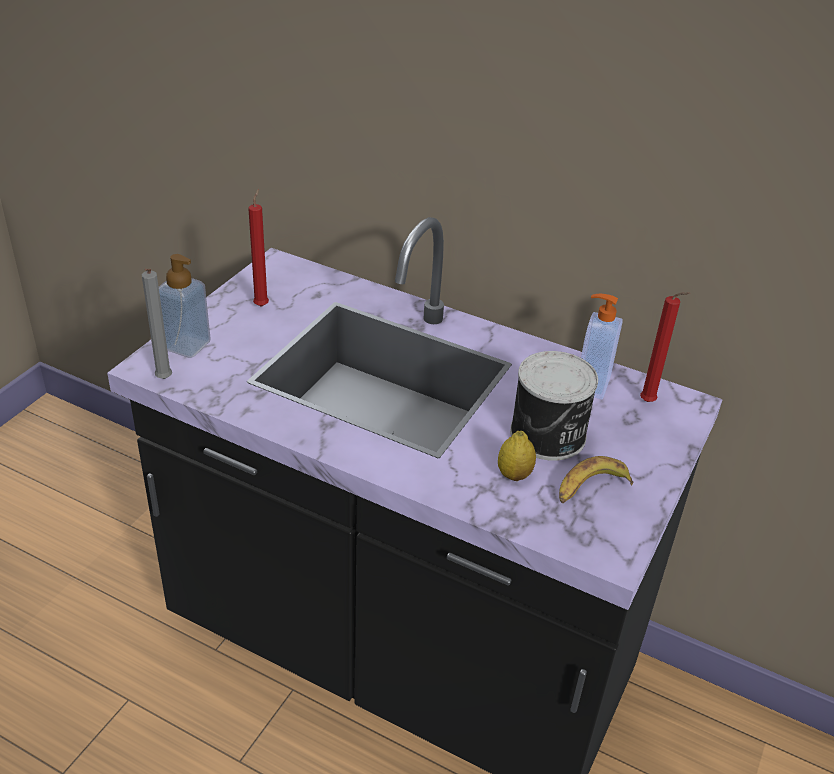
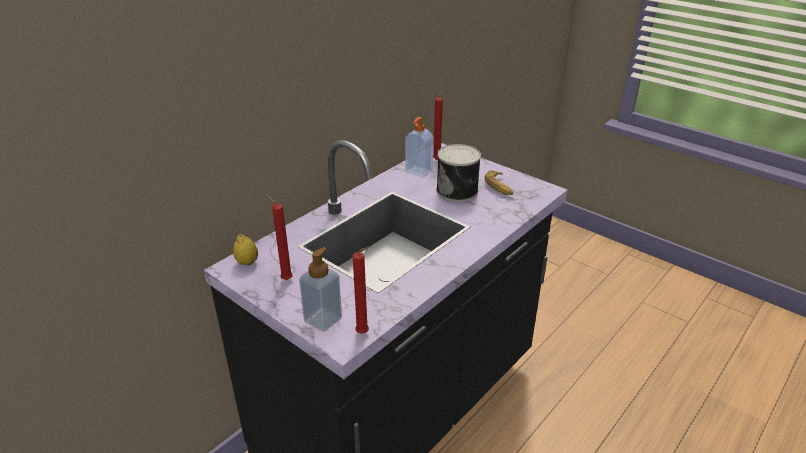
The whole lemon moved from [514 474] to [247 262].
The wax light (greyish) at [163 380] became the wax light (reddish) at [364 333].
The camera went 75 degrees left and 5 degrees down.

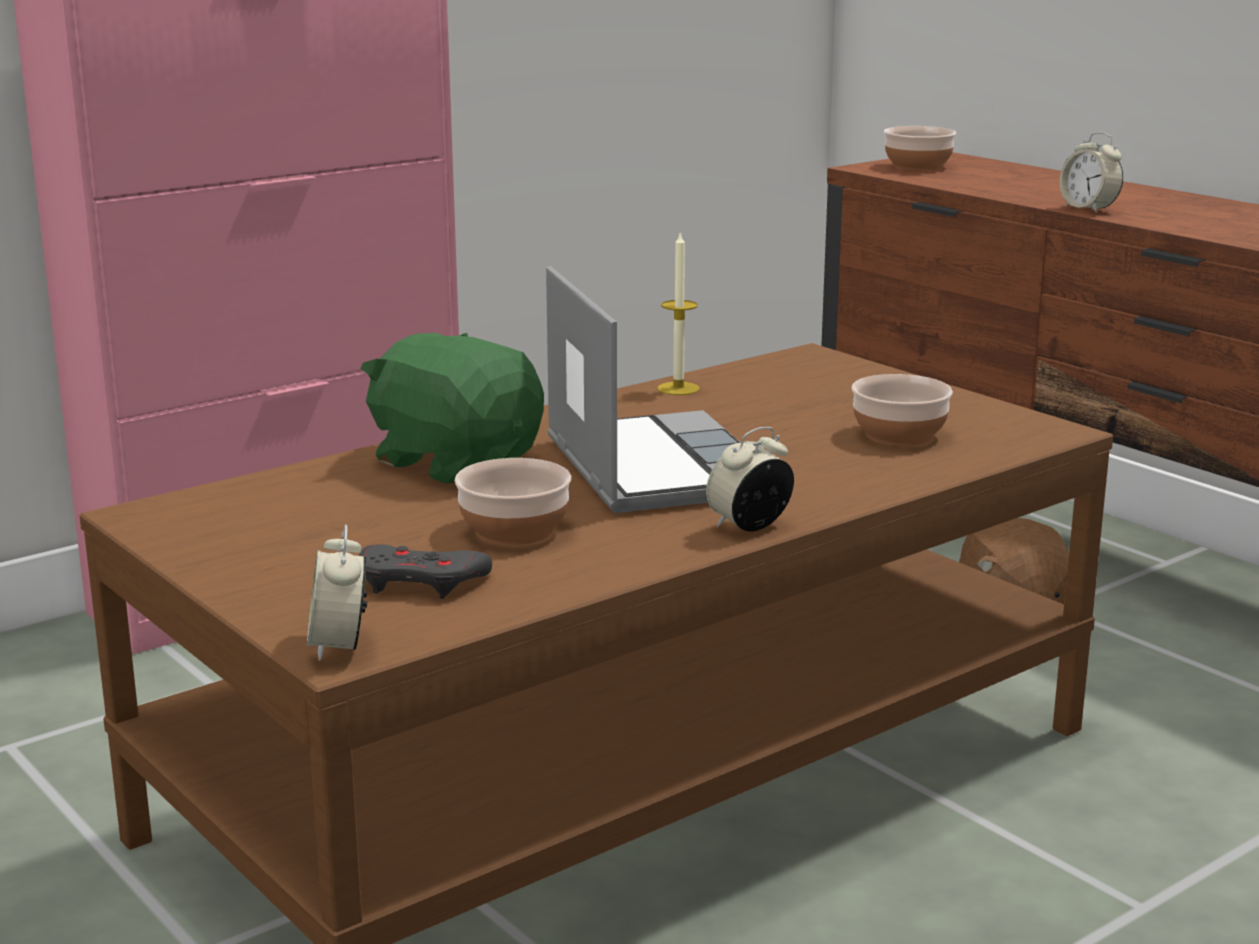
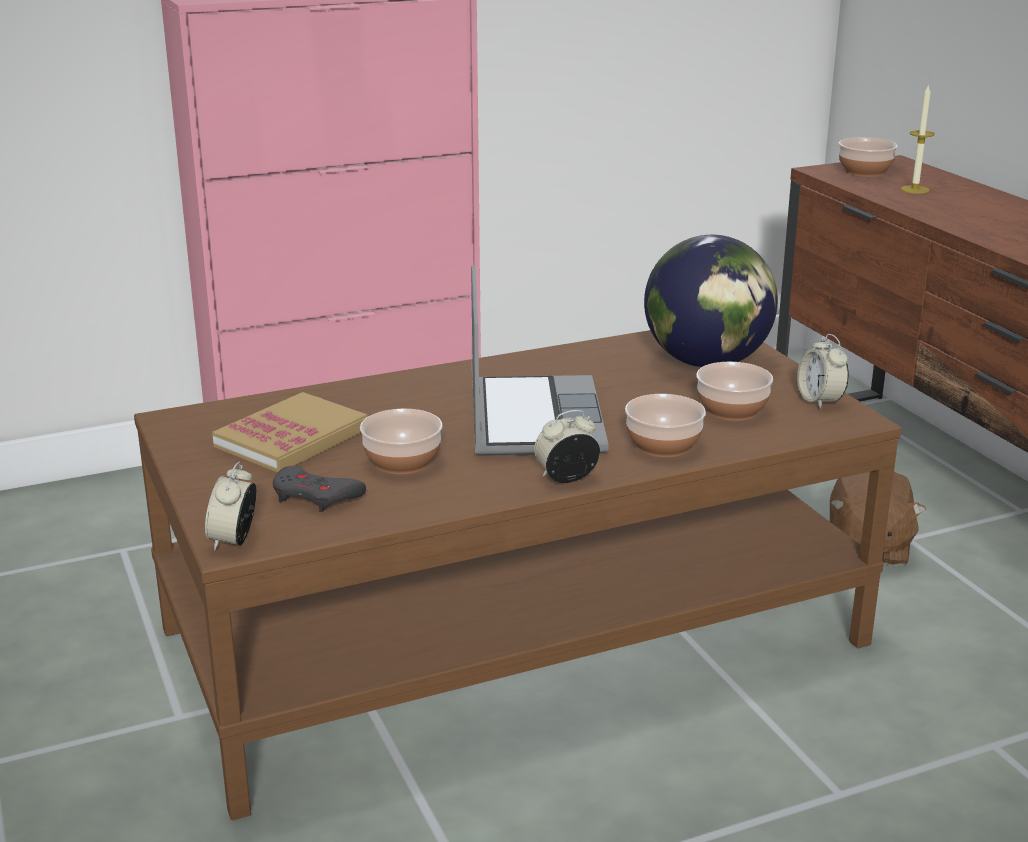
The soft toy (greenish) at [455 460] disappeared.
The bound book at [292 438] appeared.
The serving bowl at [663 444] appeared.
The globe at [706 363] appeared.
The wax light moved from [678 389] to [915 189].
The bedside clock moved from [1088 209] to [820 401].
The camera went 15 degrees right and 5 degrees up.

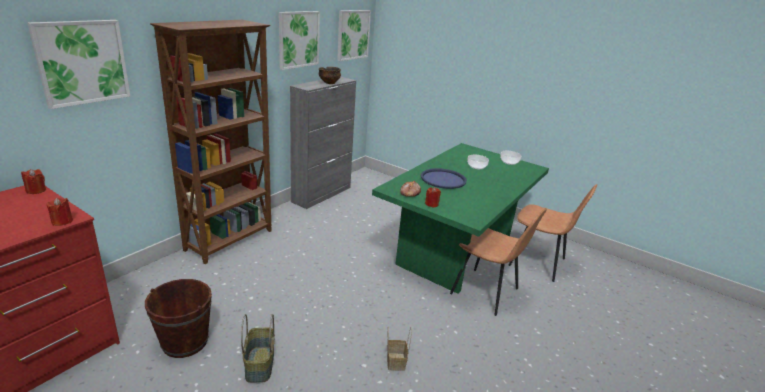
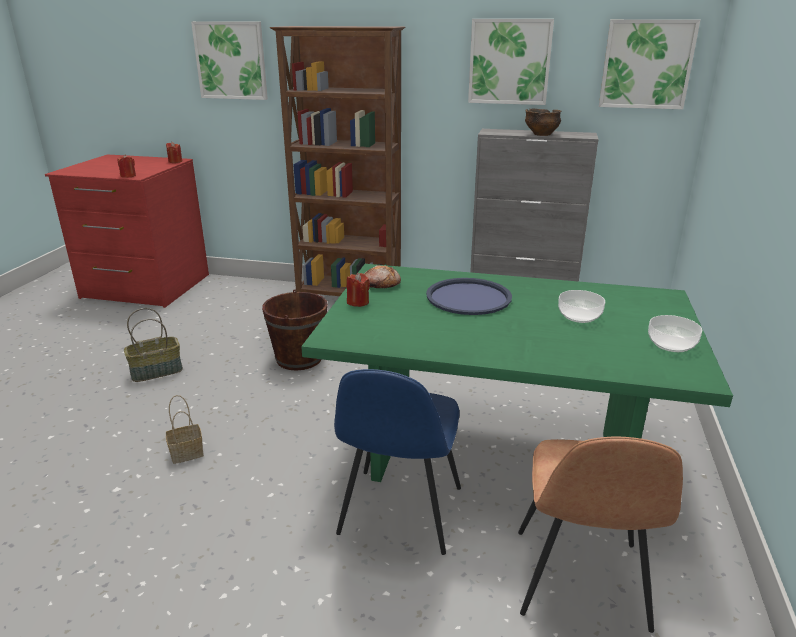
The bucket (brown-coloured) moved from [185 342] to [299 358].
The chair (brown-coloured) at [486 292] became the chair (blue) at [400 513].
The camera went 70 degrees right and 0 degrees up.

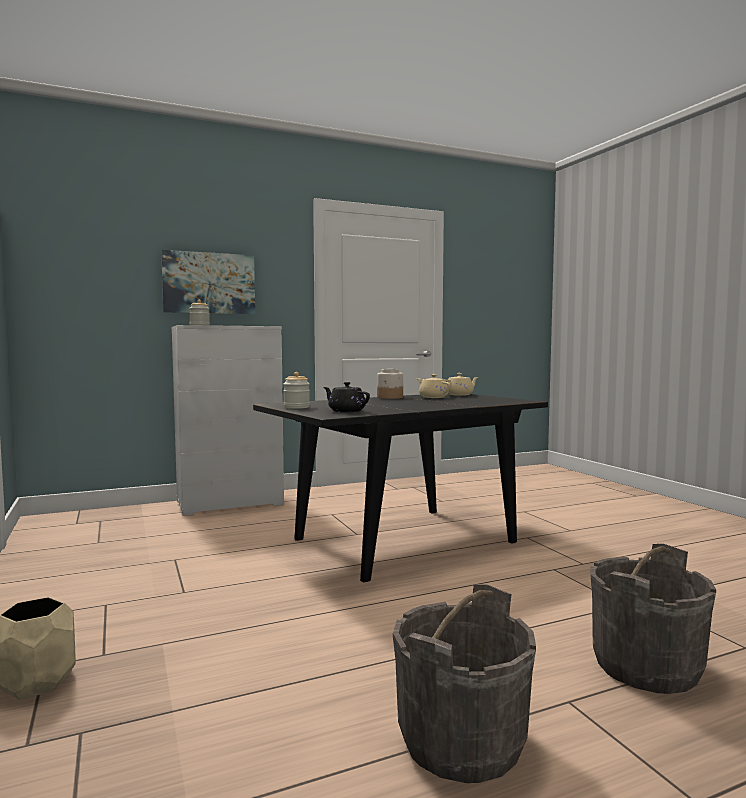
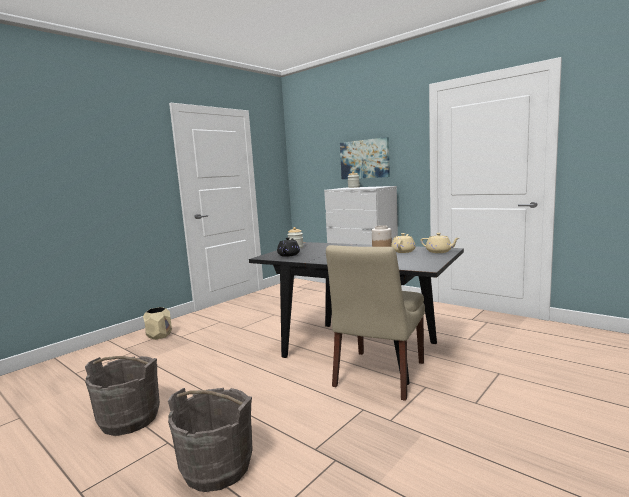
The chair (sand-coloured) at [378 376] appeared.
The camera went 65 degrees right and 5 degrees up.

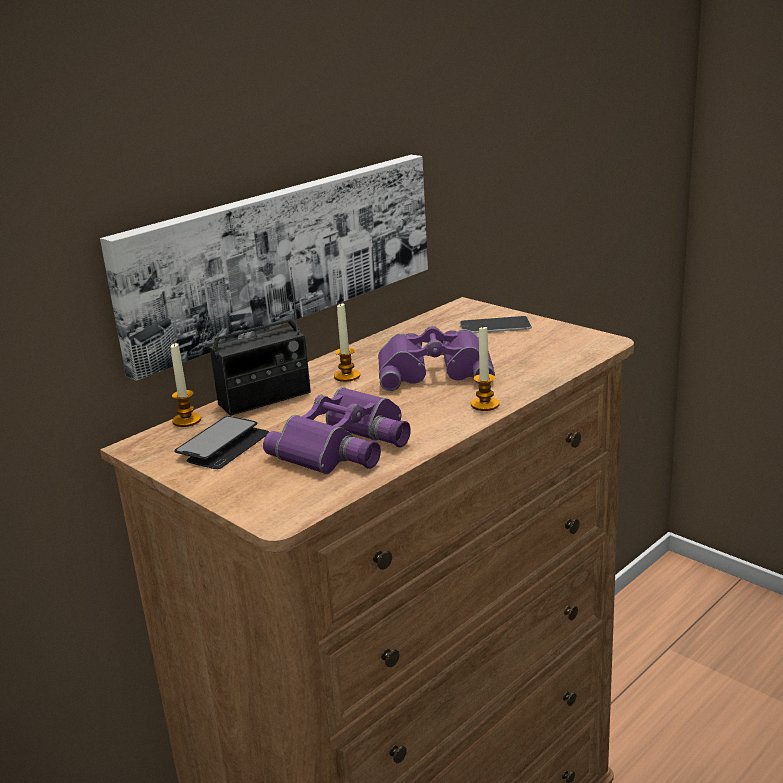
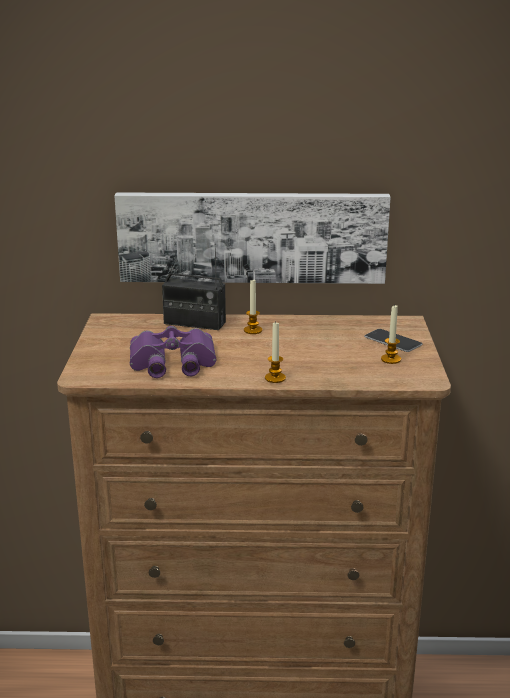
The telephone at [223 445] disappeared.
The field glasses (purplish) at [435 370] disappeared.
The wax light moved from [187 420] to [391 359].
The camera went 45 degrees right and 0 degrees up.

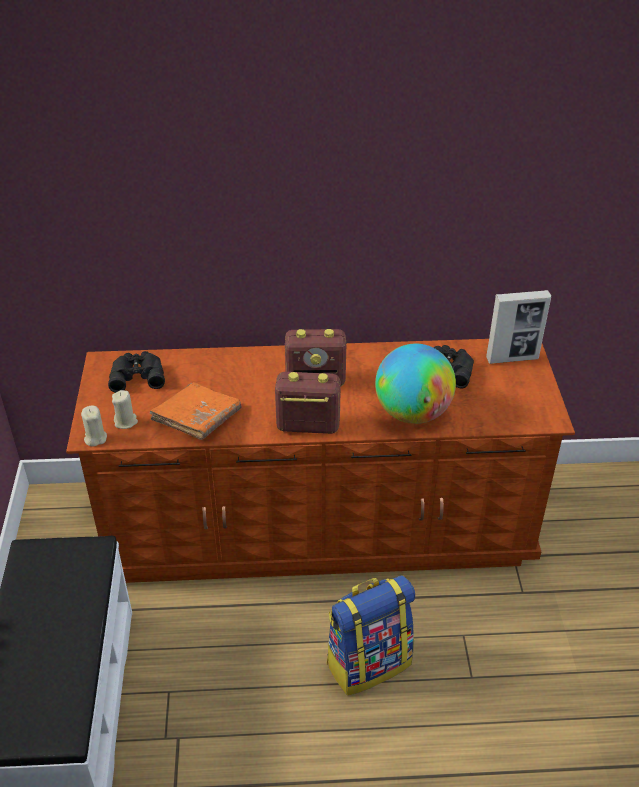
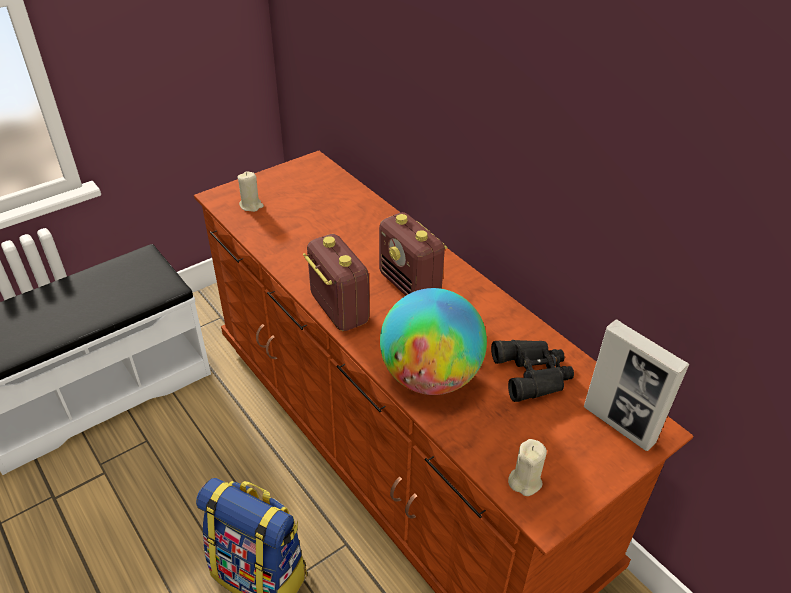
The field glasses (black) at [137 375] disappeared.
The bound book (orangey) at [197 421] disappeared.
The wax light (sand-coloured) moved from [95 438] to [525 481].
The camera went 55 degrees right and 0 degrees up.

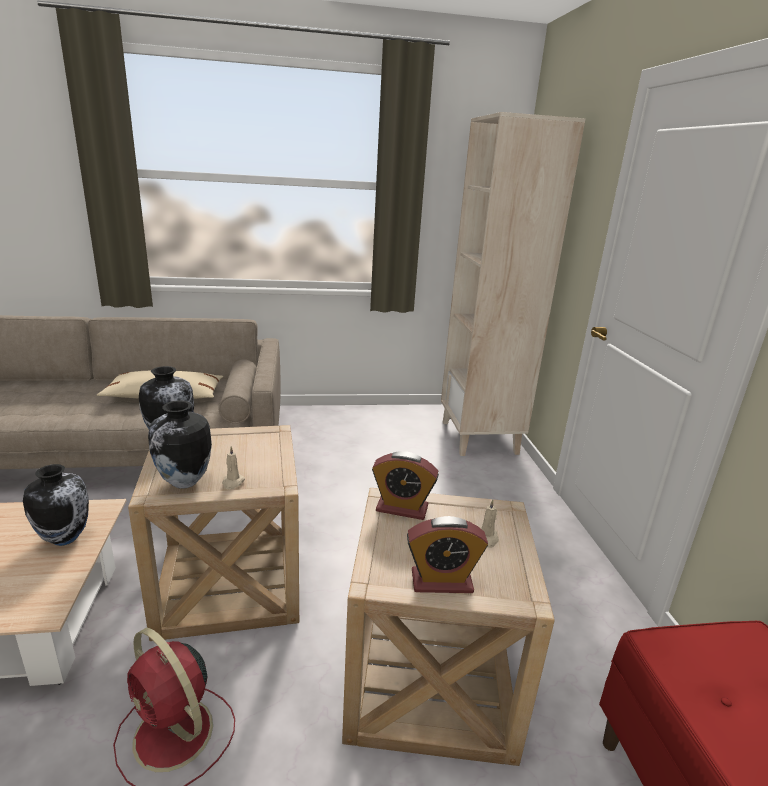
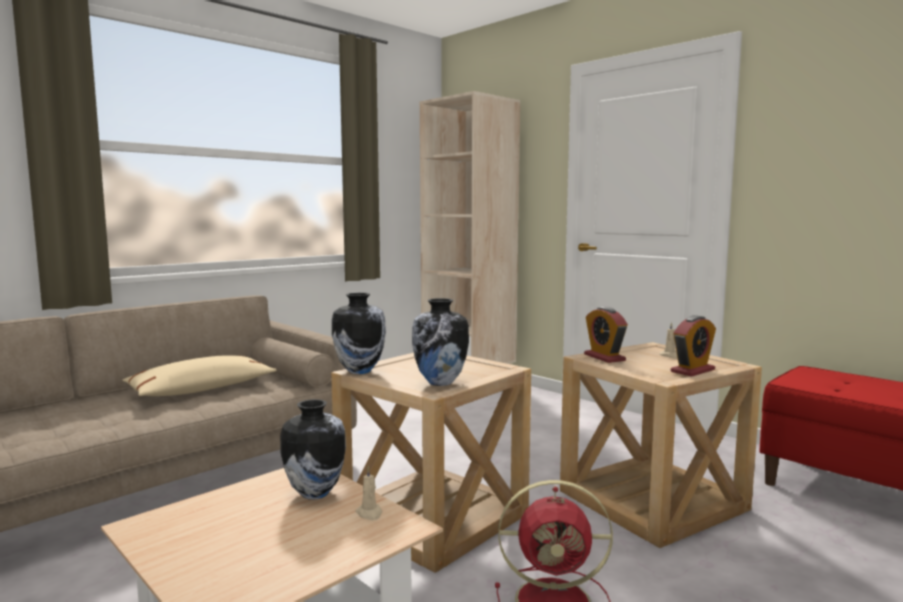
The wax light (sand-coloured) moved from [233 482] to [369 513].
The bedside clock at [402 508] turned 90 degrees clockwise.
The camera went 35 degrees left and 15 degrees down.

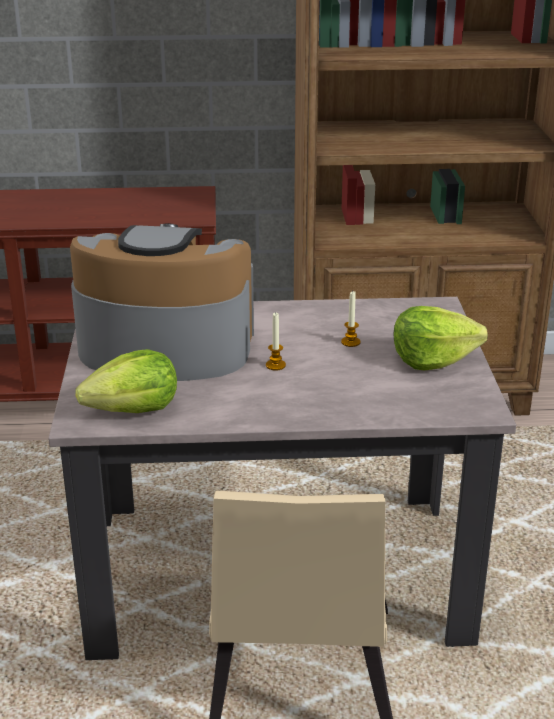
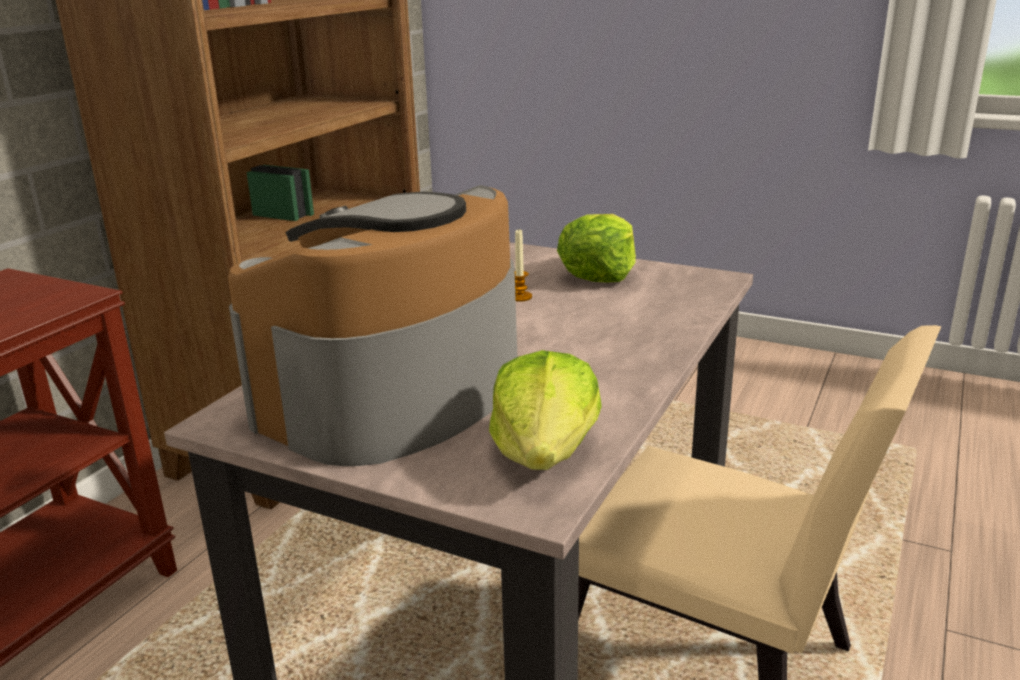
The wax light at [275 365] disappeared.
The camera went 60 degrees left and 5 degrees down.

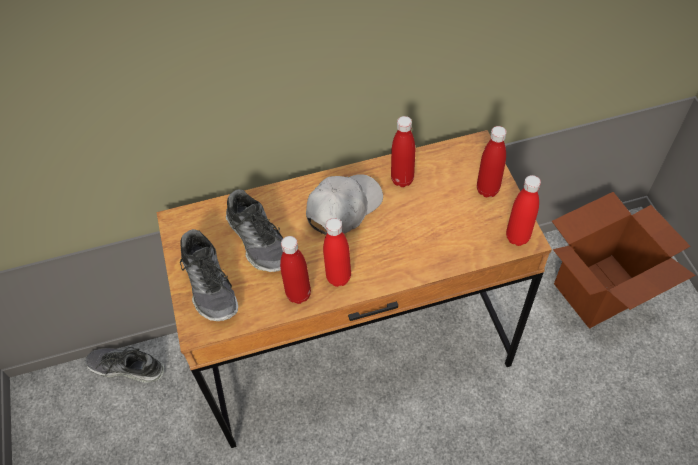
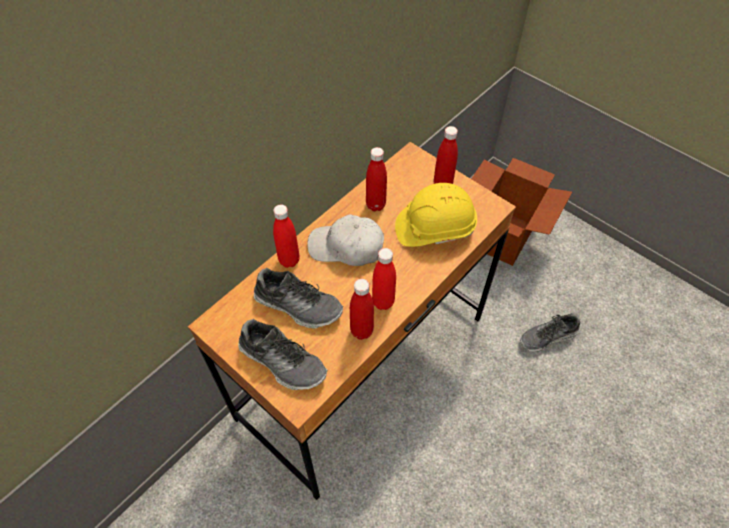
The hard hat (yellowish) at [434 228] appeared.
The shoe moved from [126 368] to [548 337].
The bottle (reddish) moved from [517 237] to [289 260].
The peaked cap (white) at [343 208] turned 90 degrees counterclockwise.
The camera went 35 degrees left and 0 degrees up.

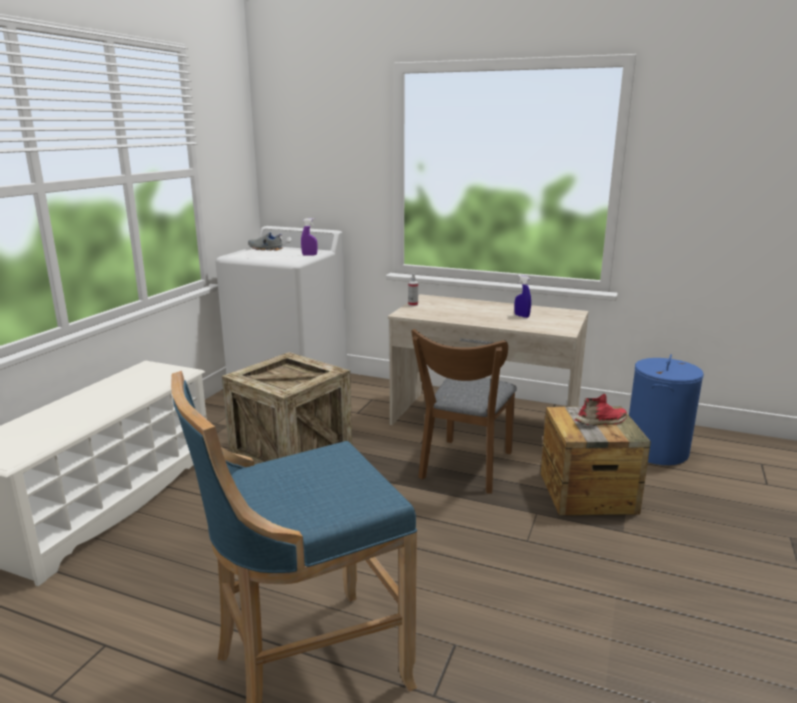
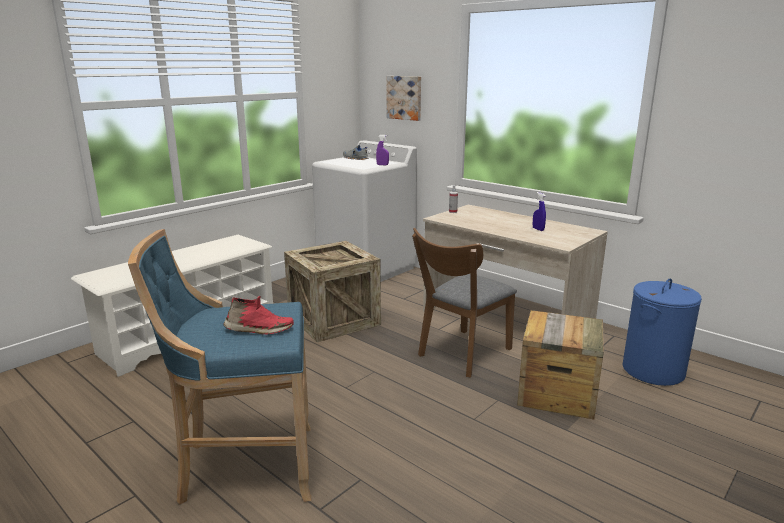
The picture at [405 97] appeared.
The shoe (reddish) moved from [601 422] to [259 330].
The camera went 20 degrees right and 0 degrees up.

